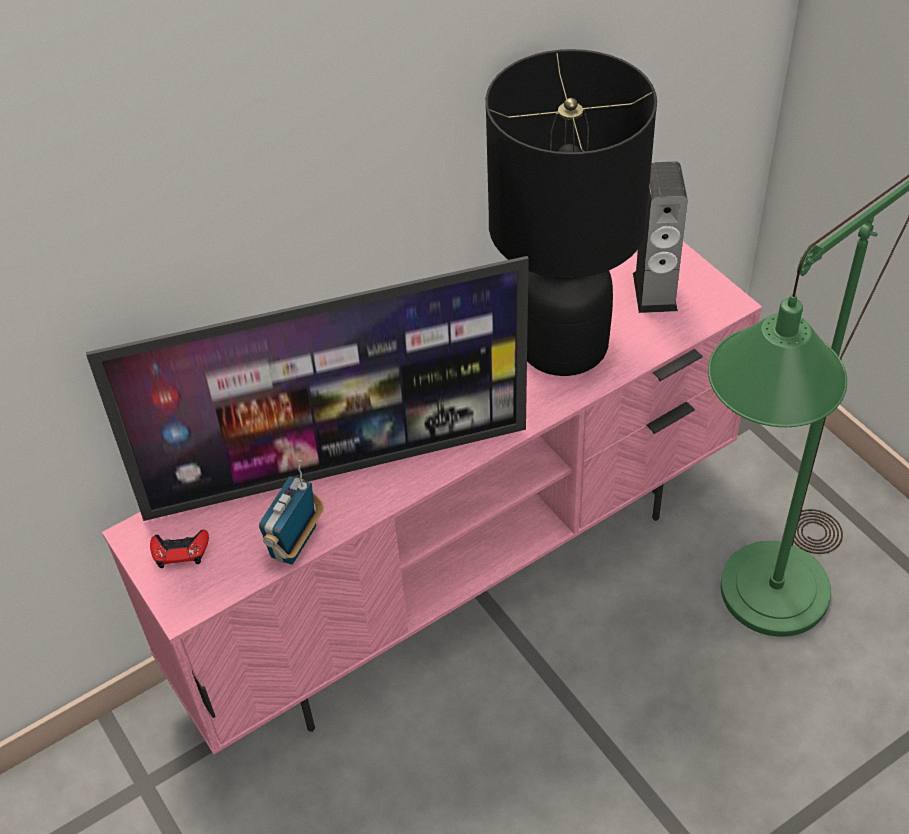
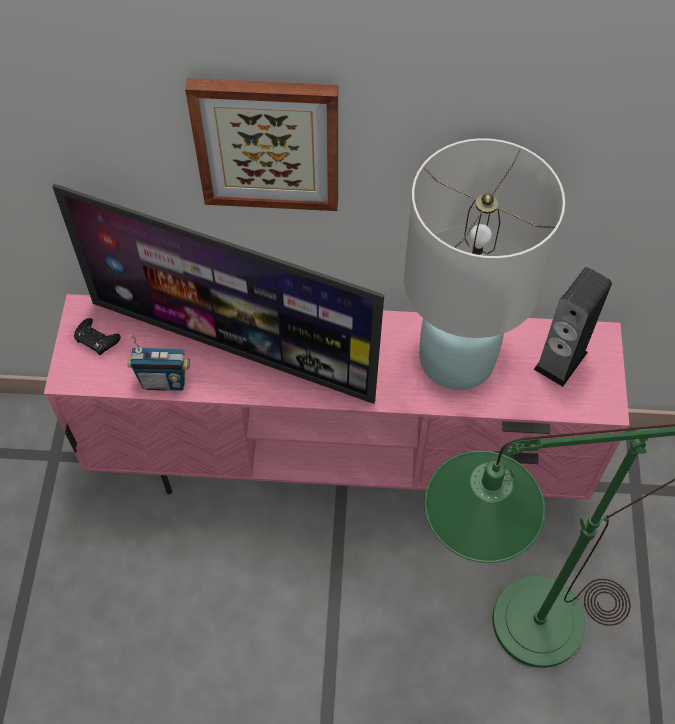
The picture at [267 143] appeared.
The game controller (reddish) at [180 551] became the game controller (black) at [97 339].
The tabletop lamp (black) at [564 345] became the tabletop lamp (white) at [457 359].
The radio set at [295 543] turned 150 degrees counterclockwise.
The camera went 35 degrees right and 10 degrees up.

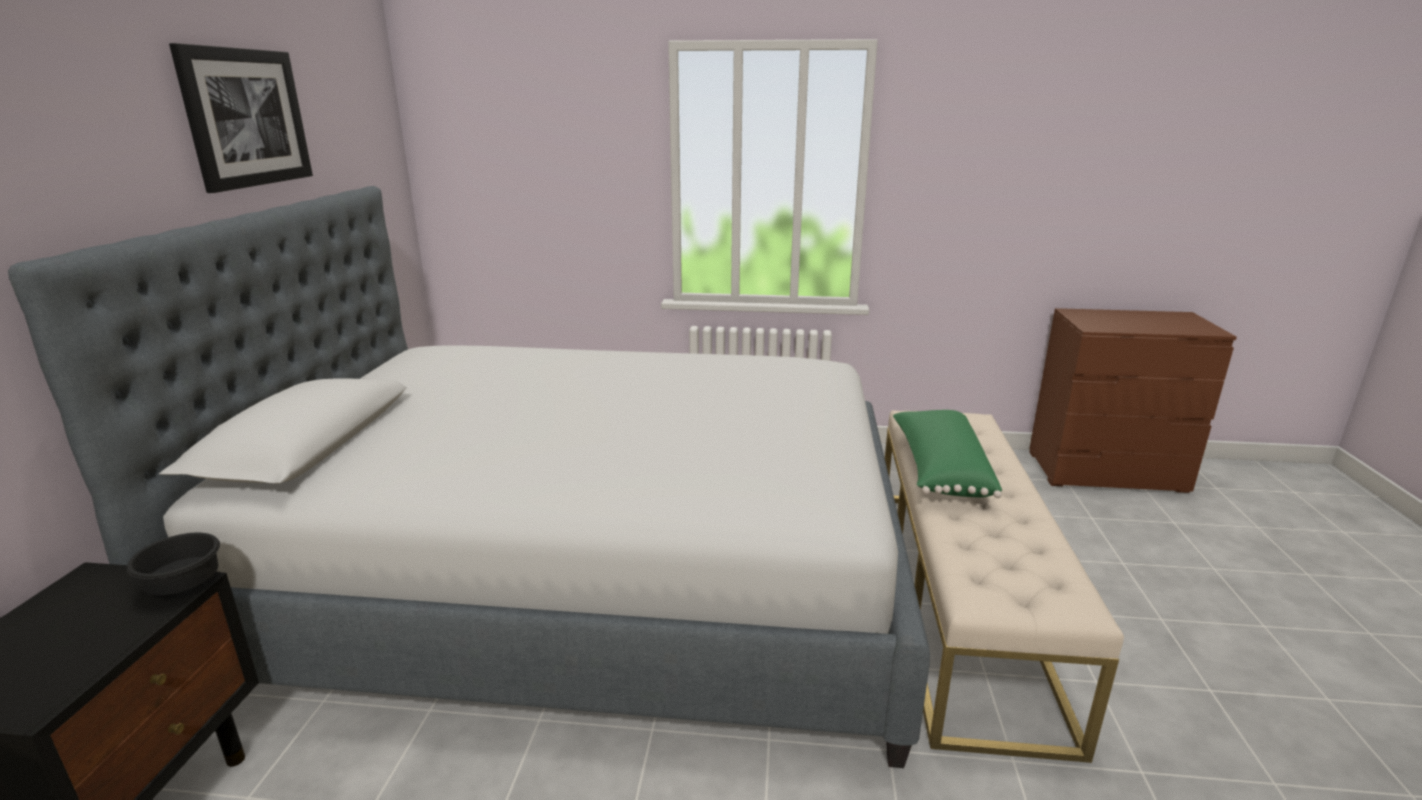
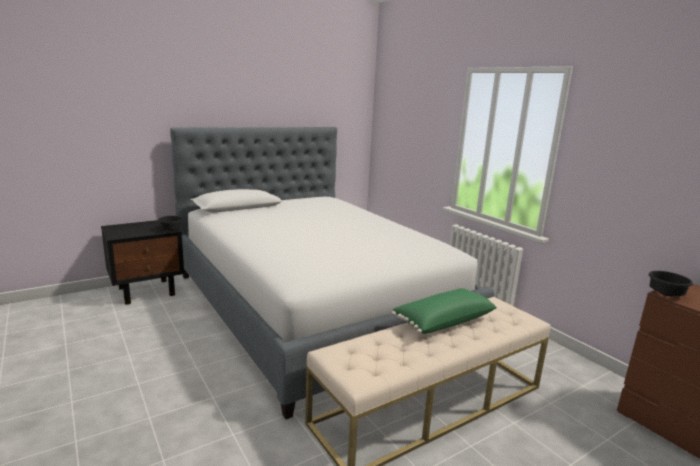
The picture at [245 118] disappeared.
The serving bowl (black) at [664 293] appeared.
The camera went 50 degrees right and 5 degrees down.

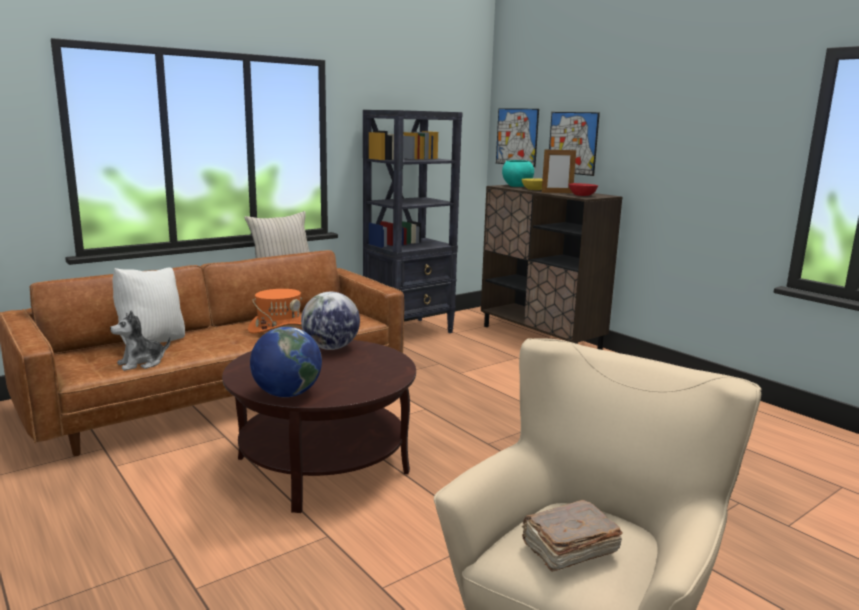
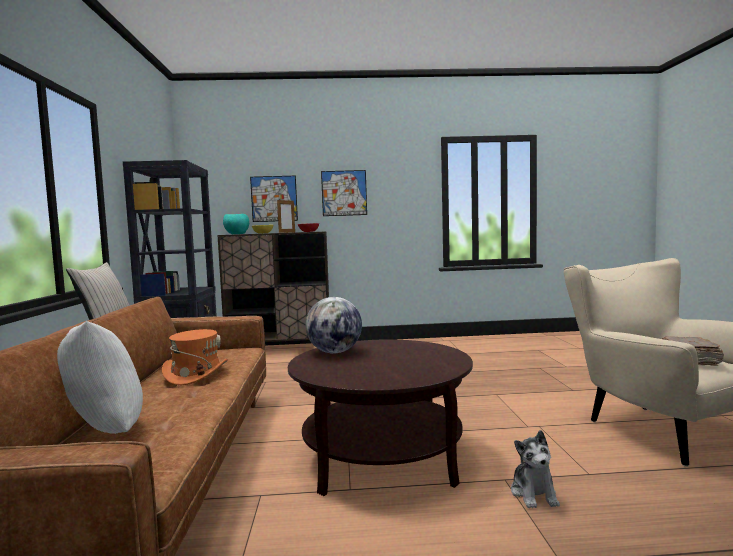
The globe at [287 394] disappeared.
The soft toy moved from [141 363] to [534 494].
The picture moved from [517 137] to [344 193].
The camera went 55 degrees left and 10 degrees down.

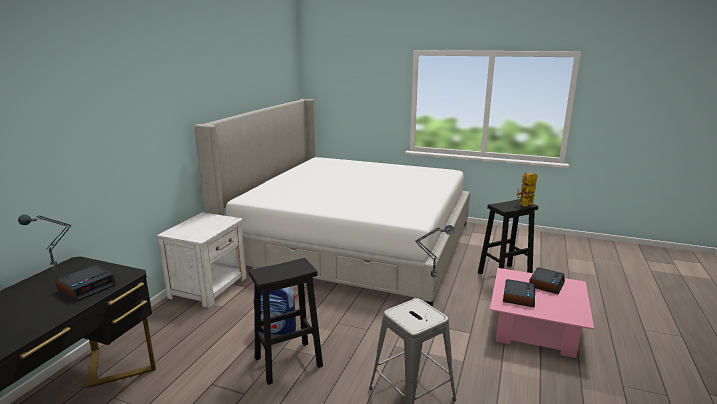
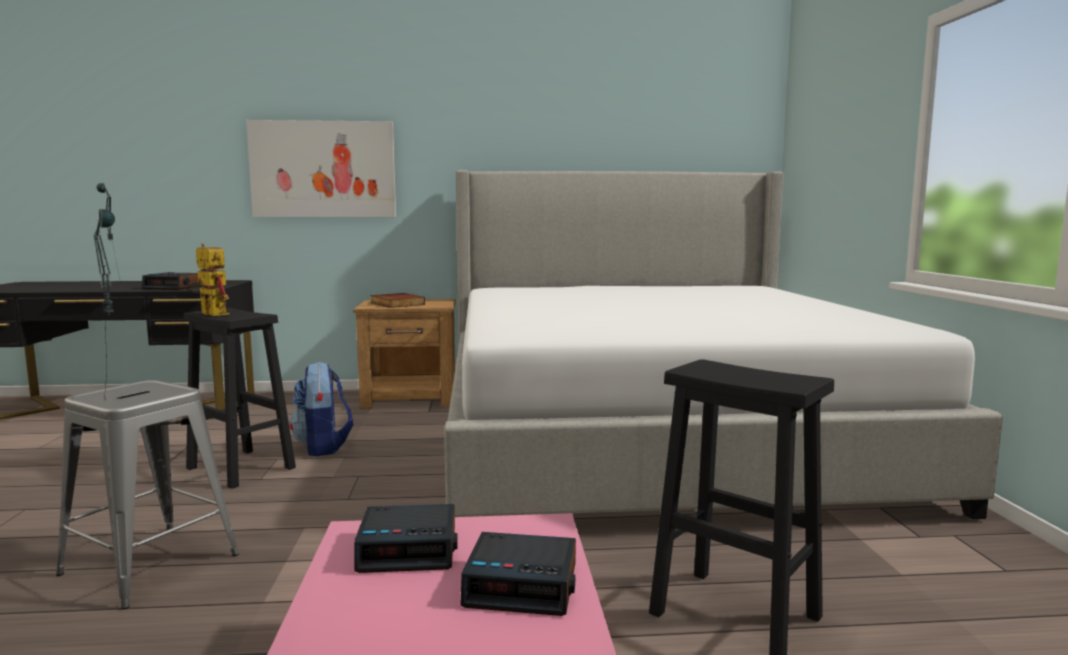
The picture at [323 169] appeared.
The bound book at [396 303] appeared.
The model robot moved from [524 205] to [209 314].
The nightstand (white) at [210 287] became the nightstand (brown-coloured) at [411 398].
The camera went 65 degrees right and 10 degrees down.

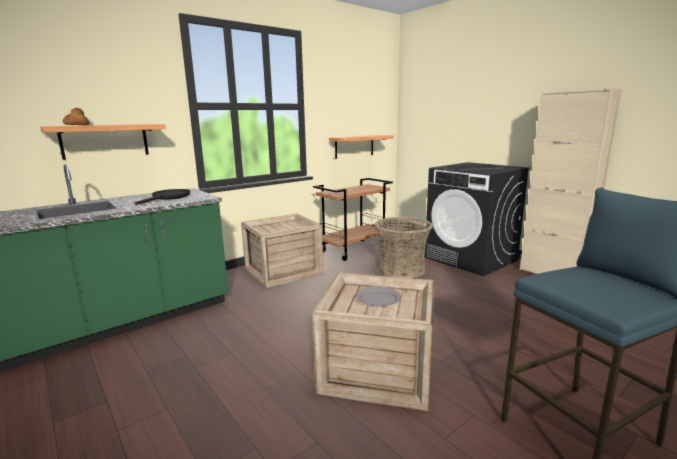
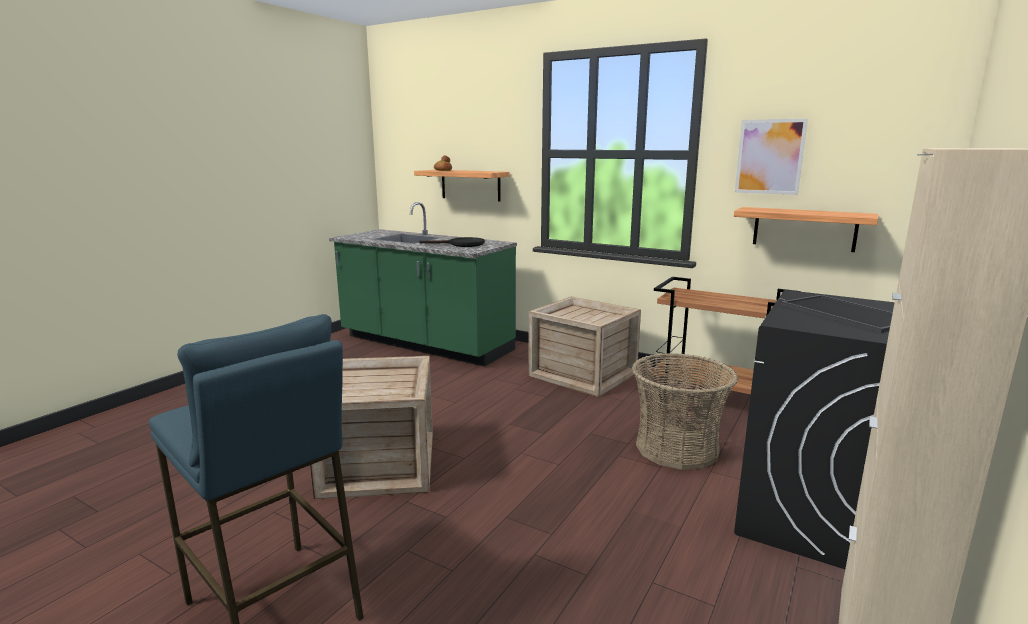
The plate (greyish) at [378 298] disappeared.
The picture at [769 157] appeared.
The camera went 70 degrees right and 0 degrees up.

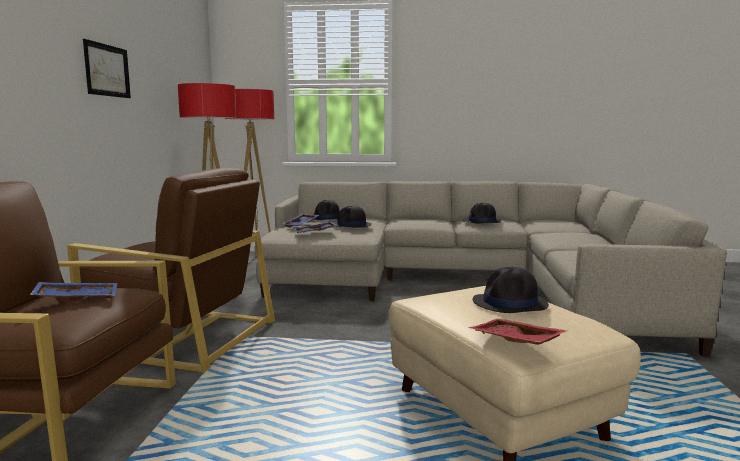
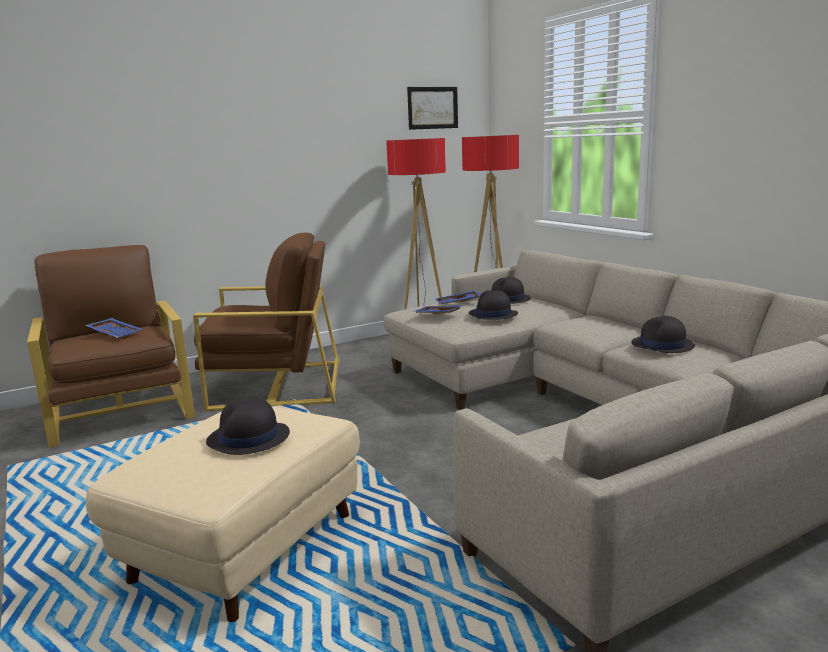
The carrying tray (reddish) at [514 342] disappeared.
The picture moved from [107 70] to [432 108].
The armchair (brown-coloured) at [182 335] turned 75 degrees counterclockwise.
The camera went 55 degrees right and 5 degrees up.

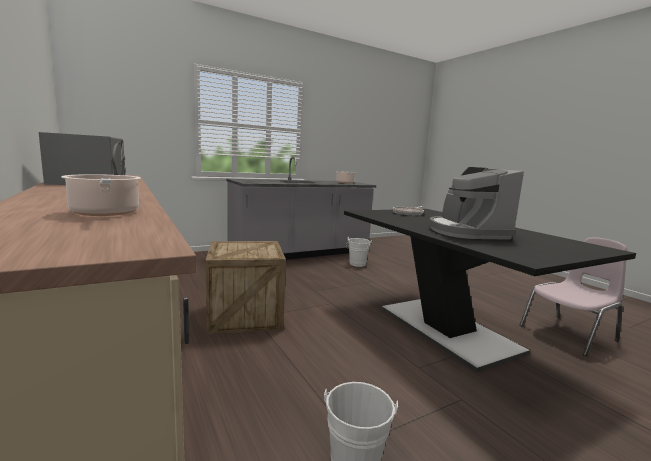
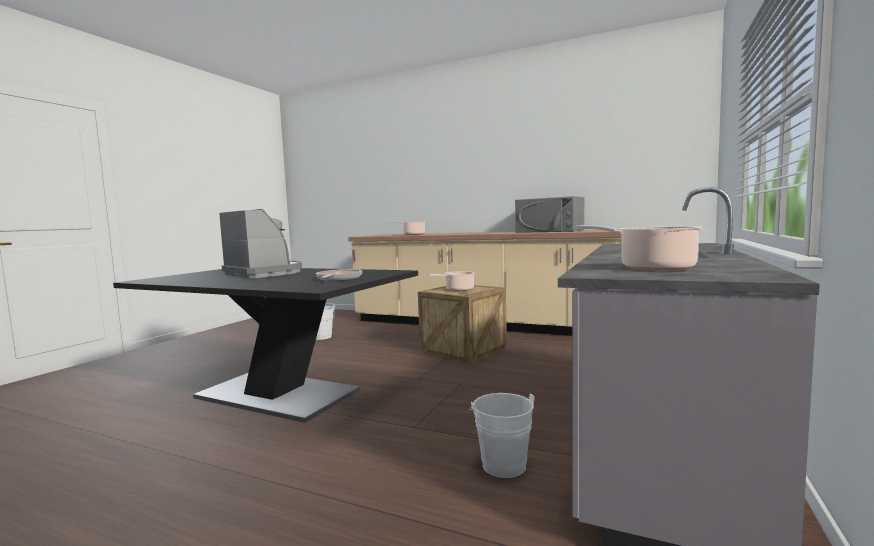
The chair (pink) at [570 334] disappeared.
The saucepot at [457 289] appeared.
The camera went 145 degrees right and 5 degrees down.

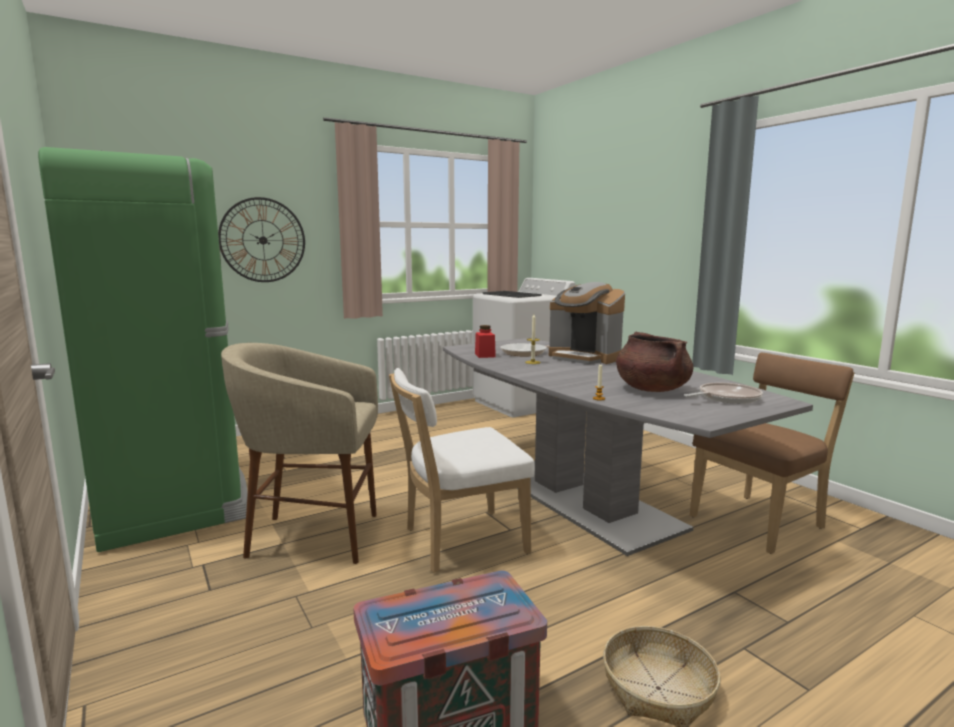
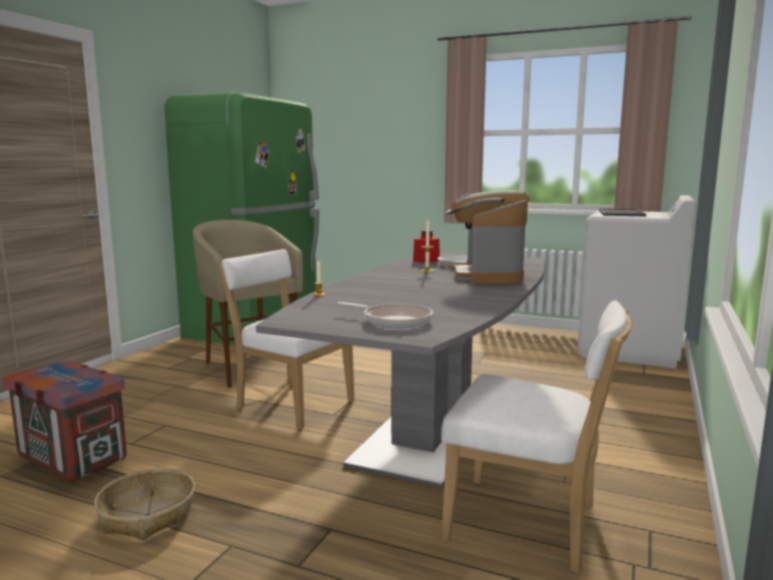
The clock on the wall at [263 240] disappeared.
The saucepot (brown-coloured) at [651 389] disappeared.
The chair (brown-coloured) at [761 521] became the chair (white) at [529 525].
The camera went 55 degrees right and 0 degrees up.

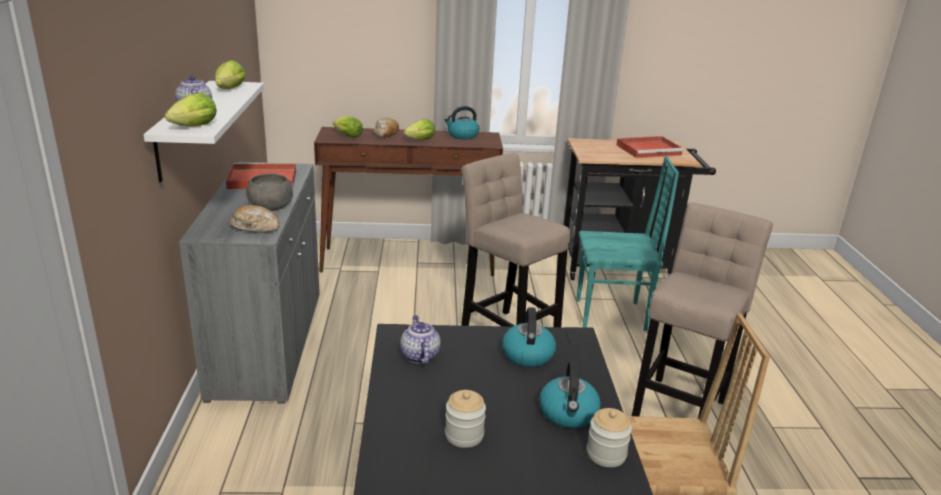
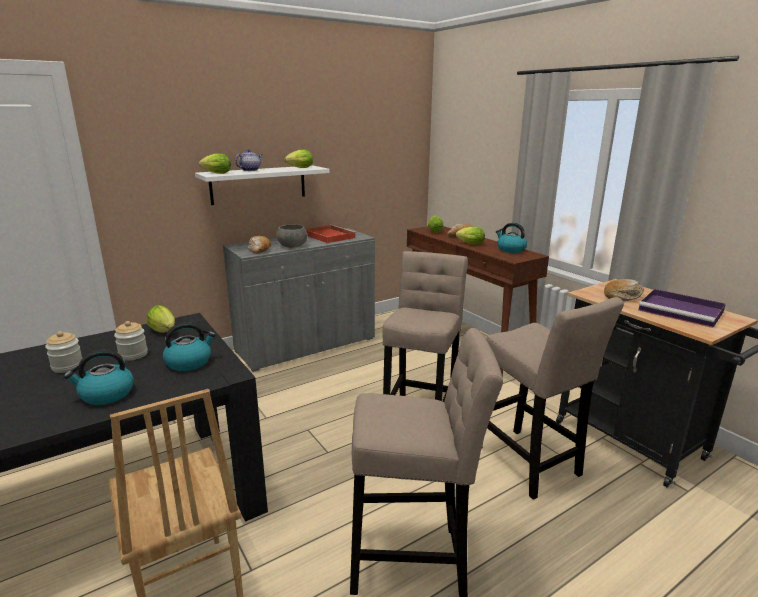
The baked bread at [623 296] appeared.
The jar moved from [606 454] to [133 355].
The tea pot at [419 355] was replaced by the lettuce at [165 332].
The chair (turquoise) at [611 316] was replaced by the stool seat (sand-coloured) at [529 465].
The carrying tray (reddish) at [649 150] became the carrying tray (purplish) at [682 311].
The camera went 60 degrees right and 5 degrees down.

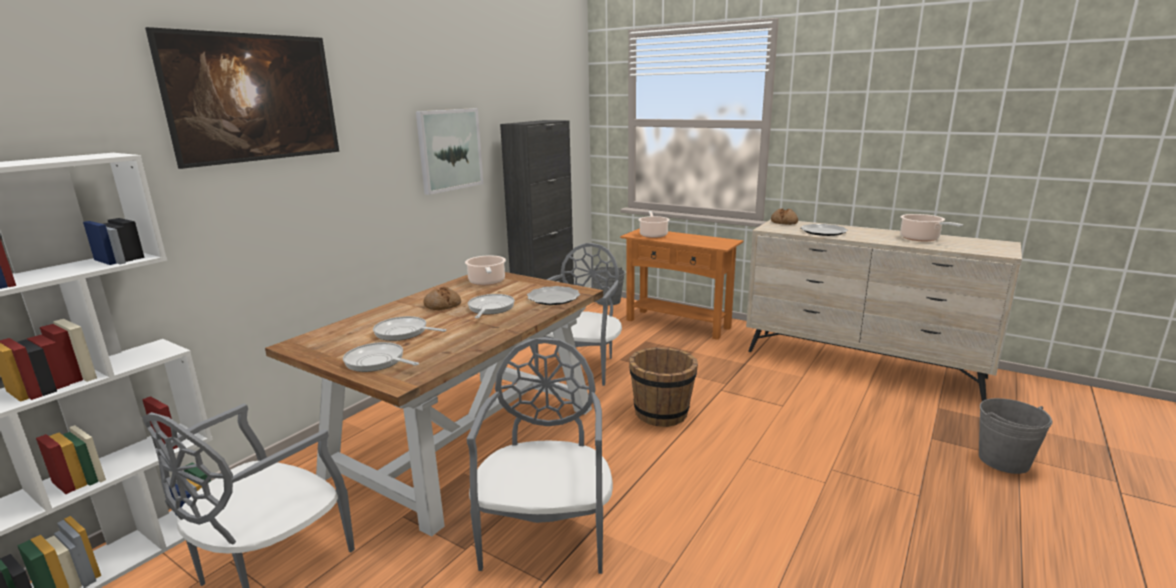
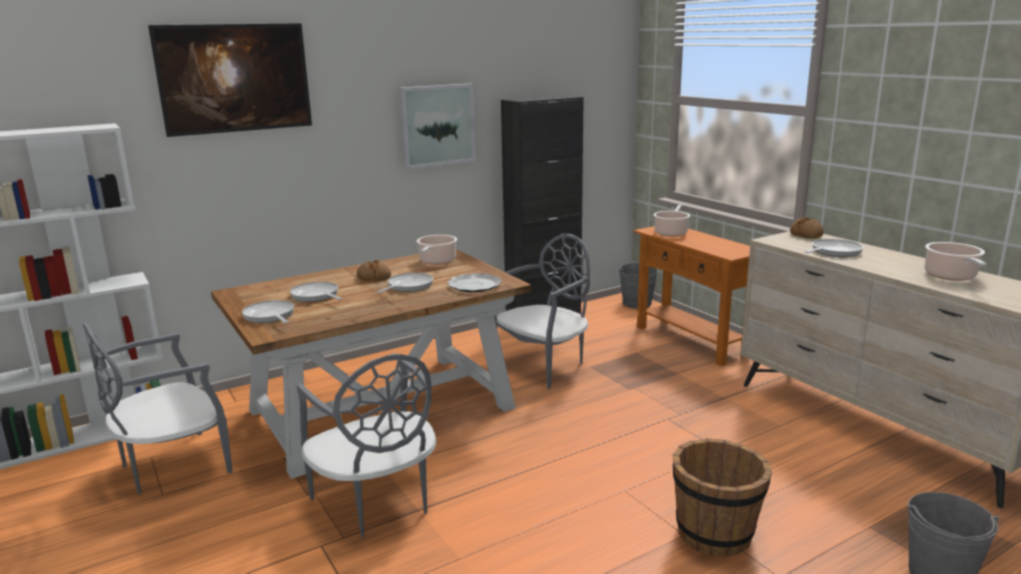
The bucket (brown-coloured) moved from [662 413] to [715 533].
The plate at [823 232] was replaced by the frying pan at [834 252].
The chair (greyish) at [546 534] turned 120 degrees clockwise.
The camera went 25 degrees right and 0 degrees up.

